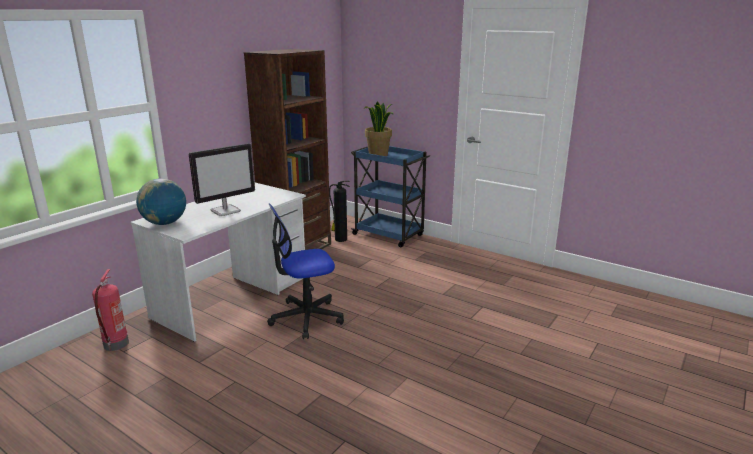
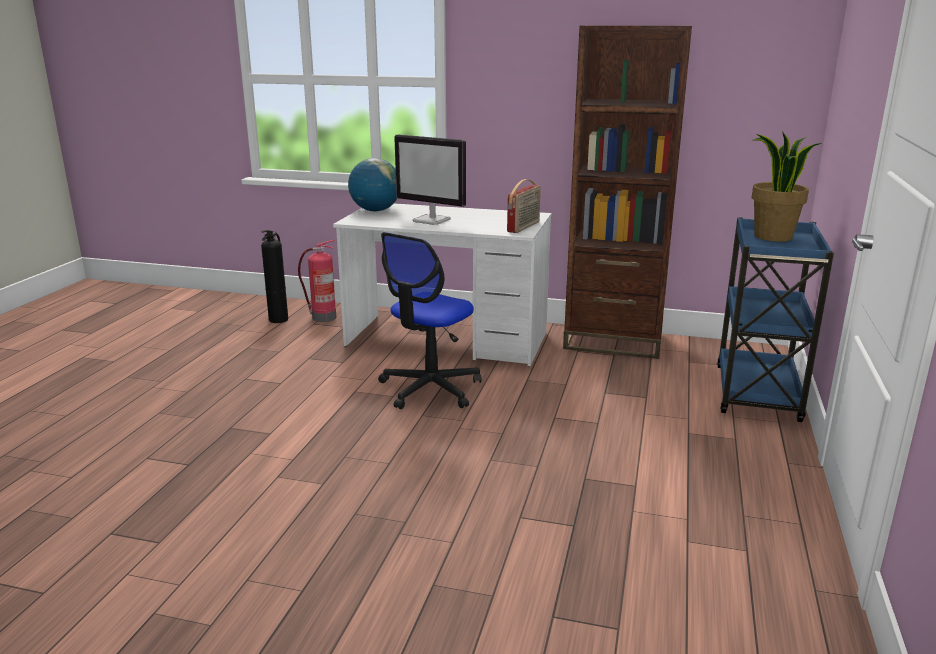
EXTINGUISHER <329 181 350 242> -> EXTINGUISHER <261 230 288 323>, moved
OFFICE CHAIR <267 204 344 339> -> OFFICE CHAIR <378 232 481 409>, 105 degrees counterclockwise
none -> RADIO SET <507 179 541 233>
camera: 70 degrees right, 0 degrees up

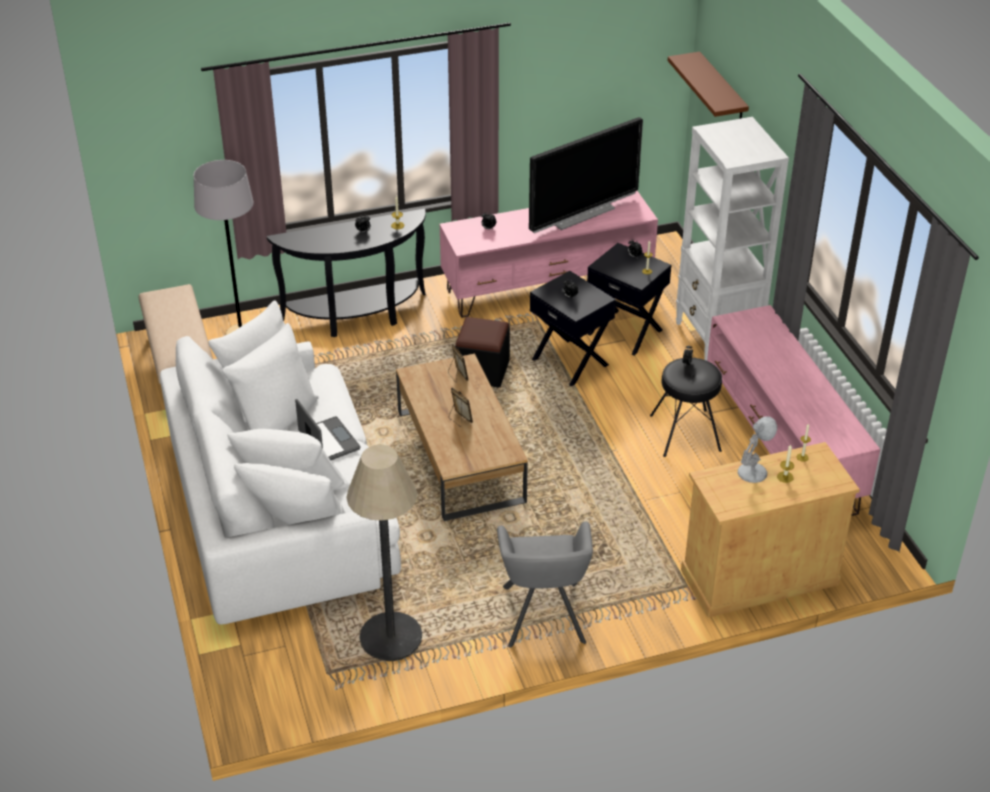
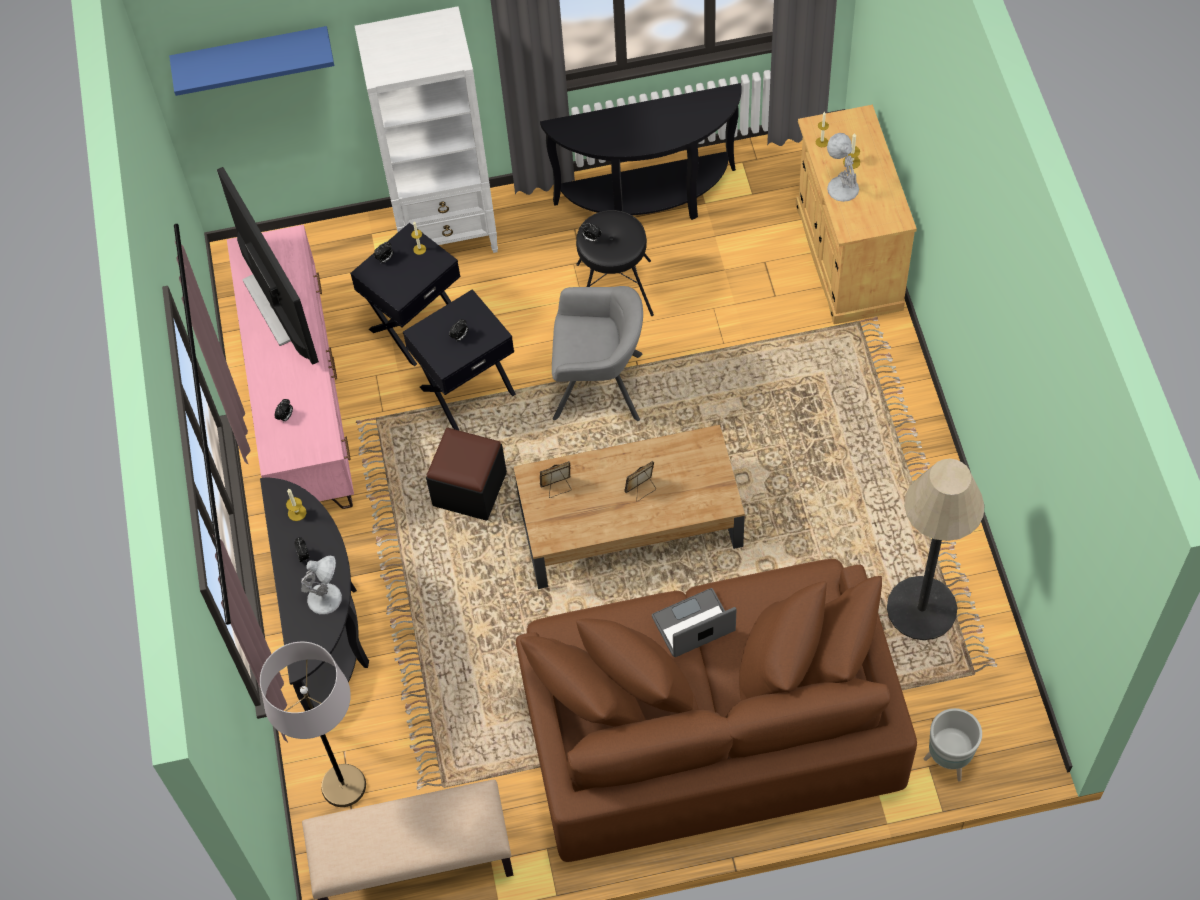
BROWN-COLOURED WALL SHELF <668 51 749 119> -> BLUE WALL SHELF <169 26 334 96>
WHITE COUCH <160 300 401 624> -> BROWN-COLOURED COUCH <516 559 917 862>
PINK TV STAND <707 305 880 516> -> BLACK HALL TABLE <540 83 742 220>
GRAY EASY CHAIR <497 522 593 648> -> GRAY EASY CHAIR <552 286 643 421>, moved
none -> WHITE LAMP FOR A TABLE <301 556 342 615>
none -> GRAY FLOWER POT <924 708 982 782>
camera: 80 degrees left, 20 degrees up

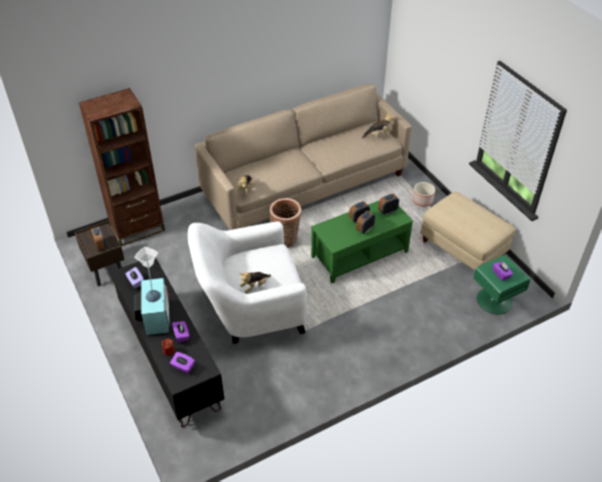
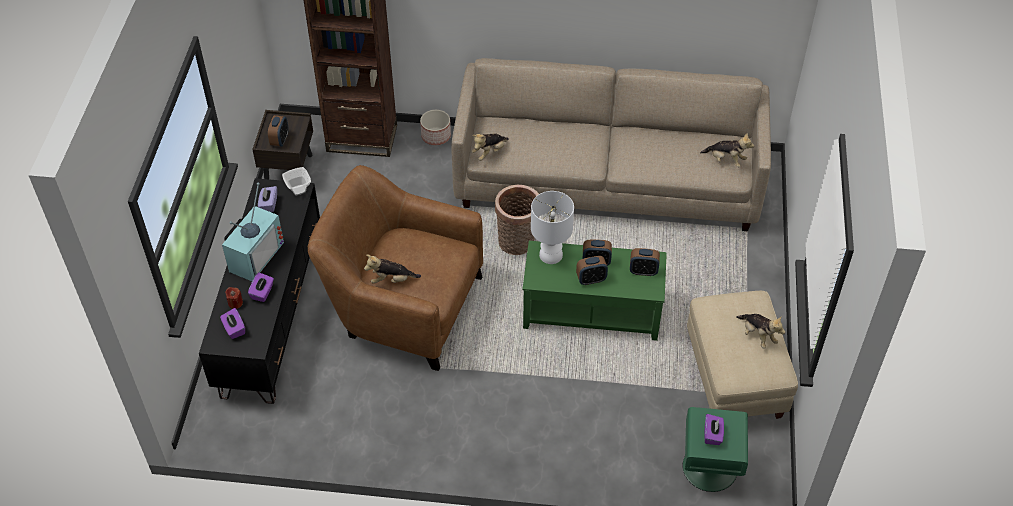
FLOWER POT <413 182 435 207> -> FLOWER POT <420 110 451 145>, moved
WHITE EASY CHAIR <188 221 307 344> -> BROWN-COLOURED EASY CHAIR <308 165 483 371>
none -> WHITE LAMP FOR A TABLE <531 191 574 264>
none -> SOFT TOY <736 314 785 349>
camera: 35 degrees right, 5 degrees up

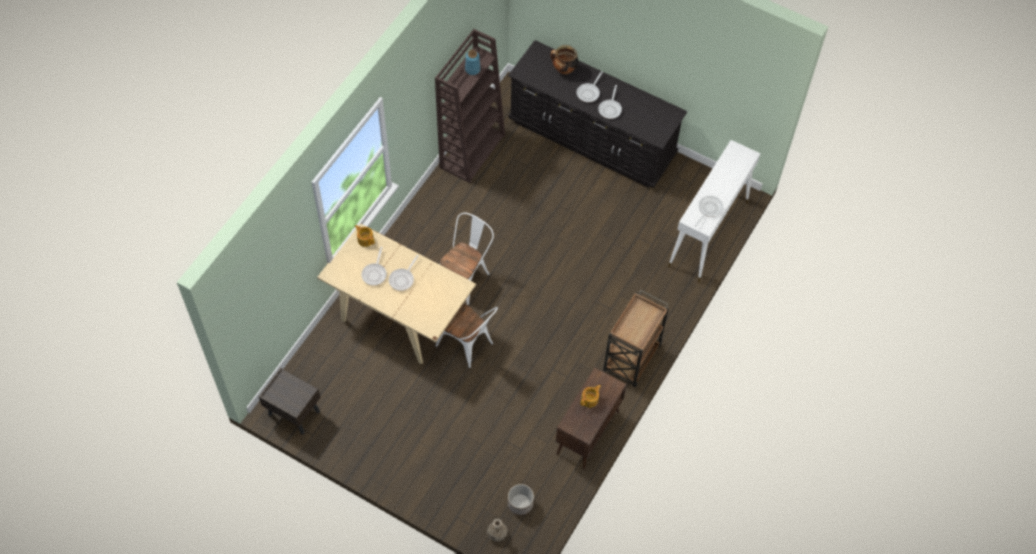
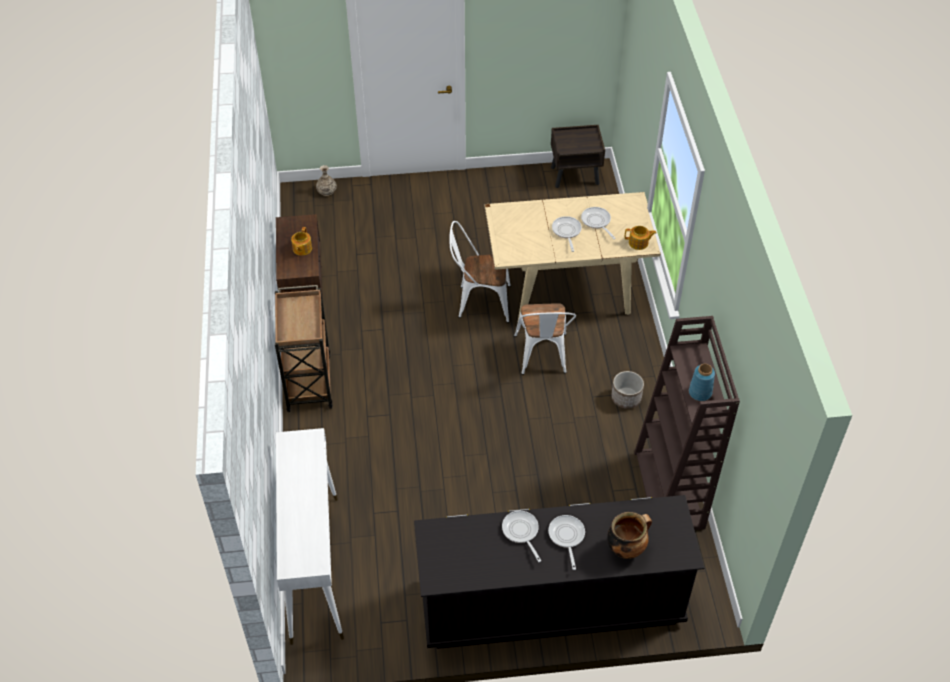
SKILLET <695 196 723 226> -> none
FLOWER POT <508 484 534 515> -> FLOWER POT <611 371 644 409>, moved
camera: 145 degrees right, 10 degrees down

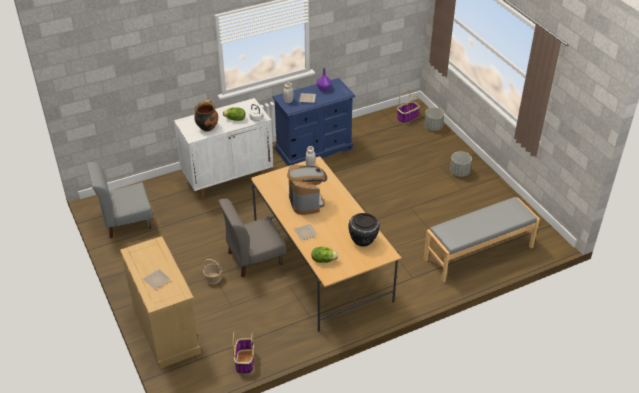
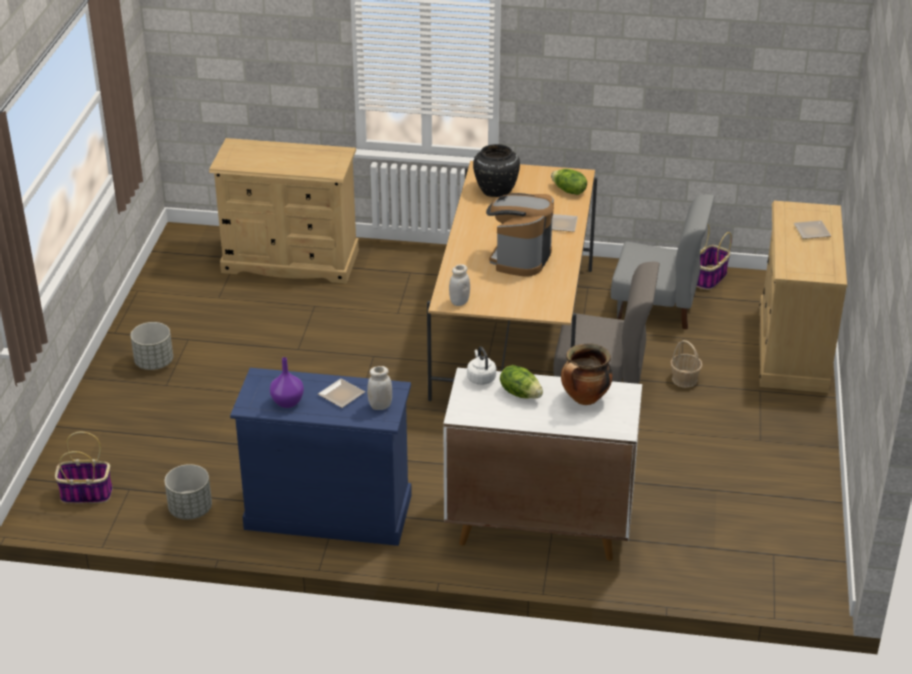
GRAY FLOWER POT <424 107 445 131> -> GRAY FLOWER POT <165 464 212 520>, moved
GRAY PLAIN CHAIR <86 162 153 238> -> GRAY PLAIN CHAIR <611 194 715 329>, moved
GRAY INDOOR BENCH <424 197 540 283> -> SAND-COLOURED CHEST OF DRAWERS <209 138 359 284>
camera: 145 degrees left, 5 degrees down

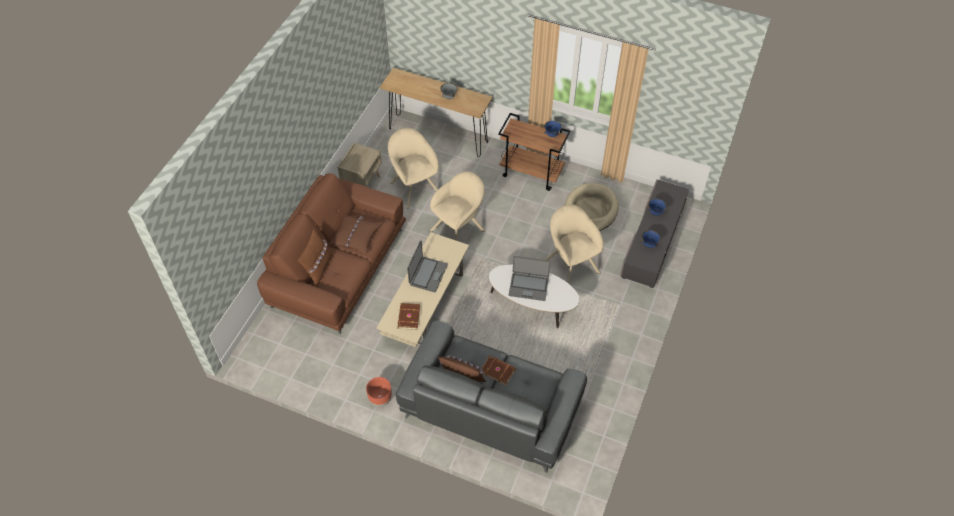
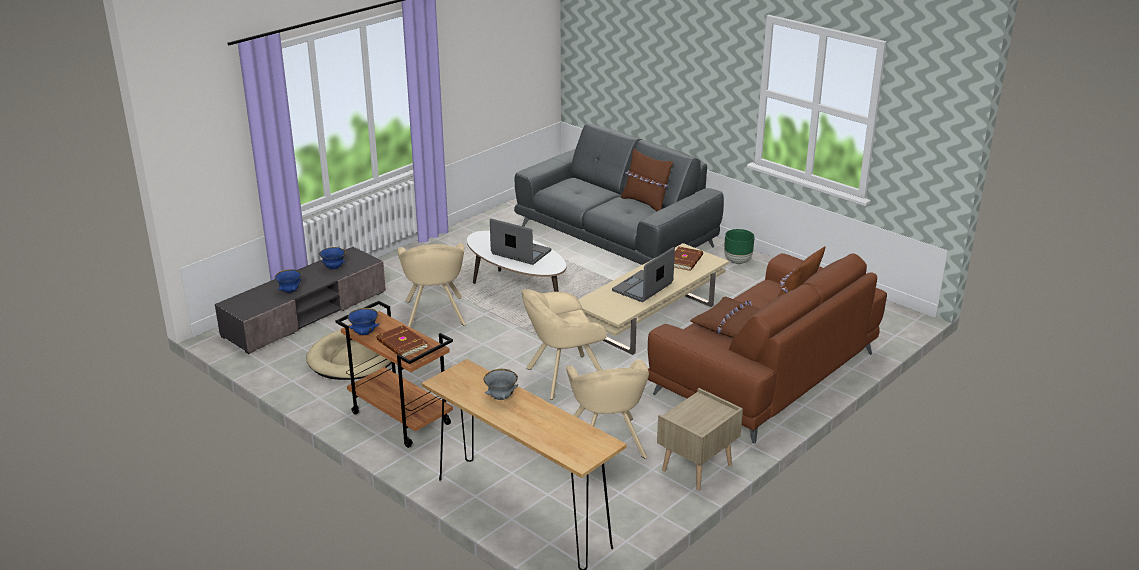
BROWN-COLOURED VOLUME <481 355 516 385> -> BROWN-COLOURED VOLUME <376 325 428 357>, moved
BROWN-COLOURED FLOWER POT <366 377 392 407> -> GREENISH FLOWER POT <724 229 755 264>
camera: 160 degrees left, 25 degrees down

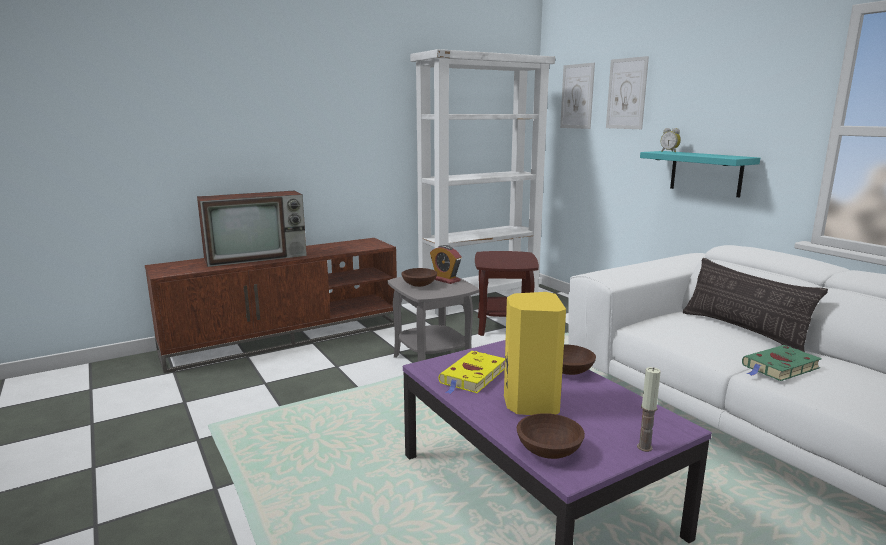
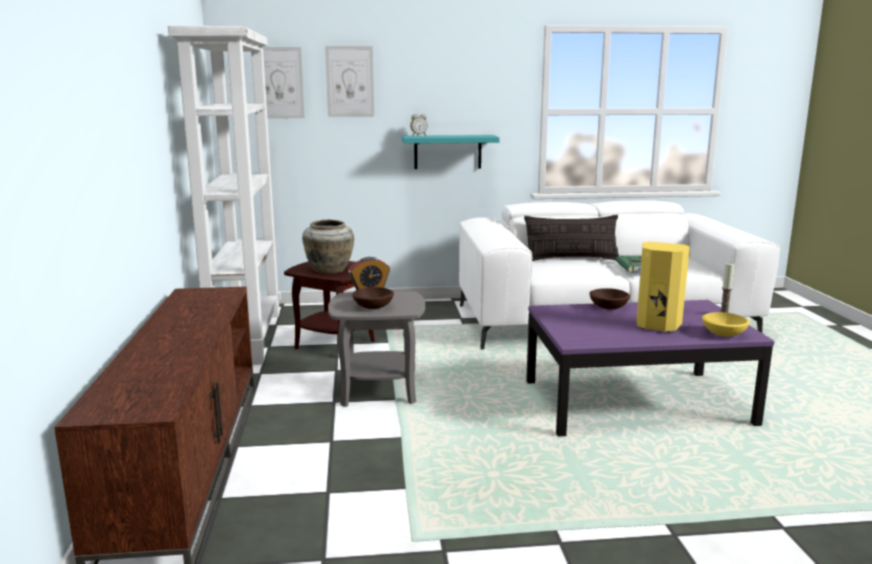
TV SET <197 191 307 267> -> none
YELLOW VOLUME <439 351 505 394> -> none
BROWN-COLOURED DEEP DISH <517 413 585 459> -> YELLOW DEEP DISH <702 312 750 337>
none -> SAND-COLOURED FLOWER VASE <302 220 354 274>
camera: 65 degrees left, 0 degrees up

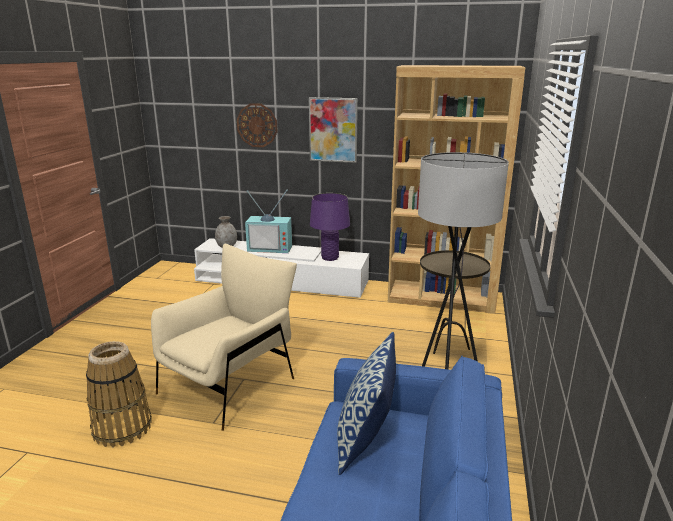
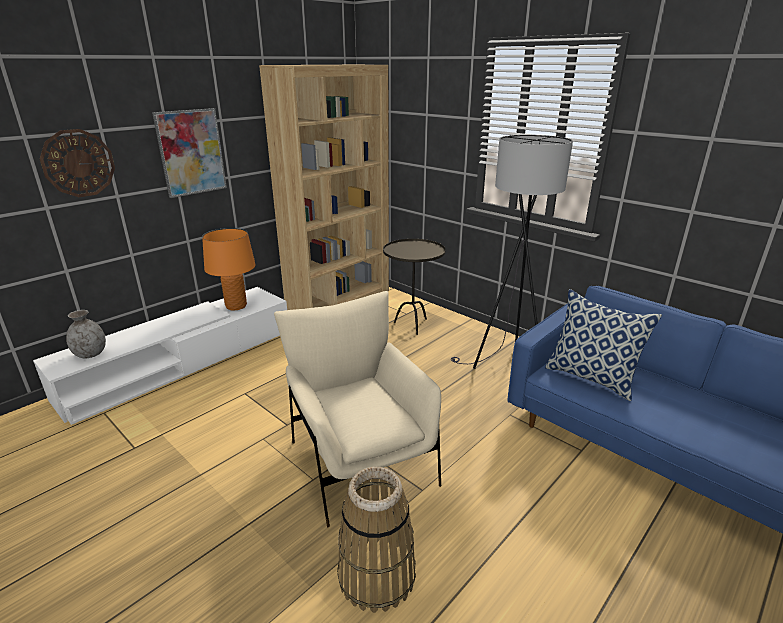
TV SET <245 189 292 253> -> none
PURPLE LAMP FOR A TABLE <310 193 350 261> -> ORANGE LAMP FOR A TABLE <202 228 256 310>
camera: 60 degrees left, 5 degrees up

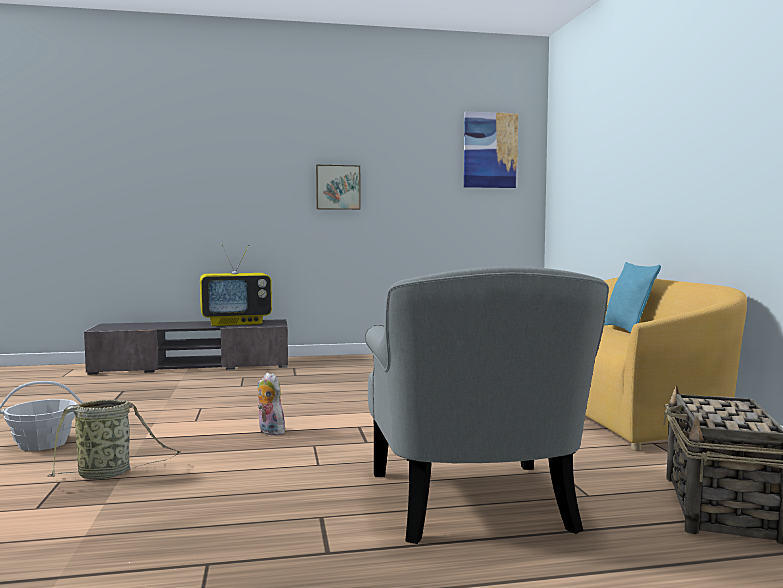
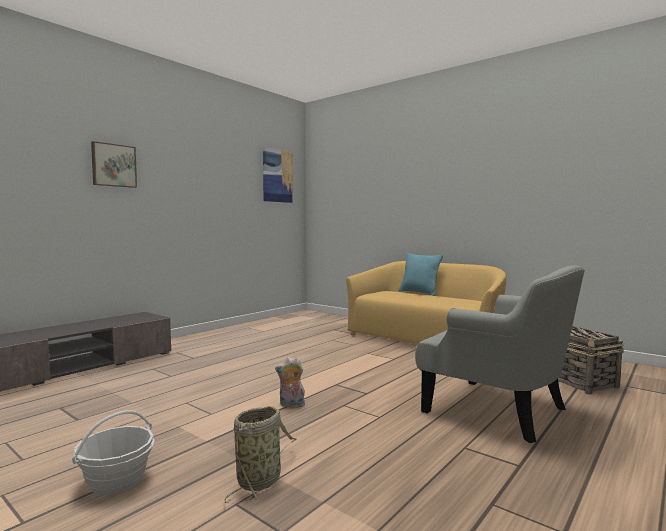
WALL PICTURE <316 165 361 210> -> WALL PICTURE <91 141 137 188>, moved
TV SET <200 244 272 326> -> none
camera: 40 degrees left, 0 degrees up

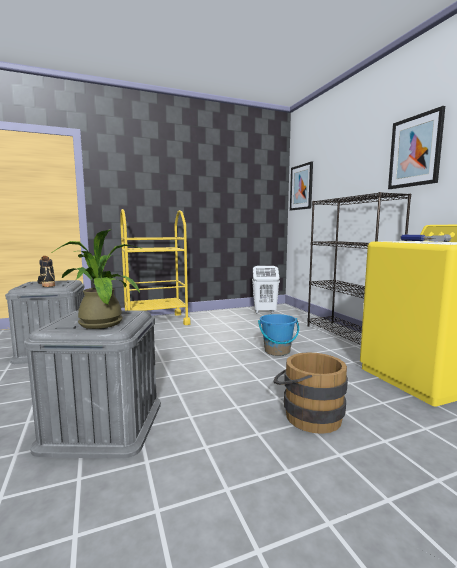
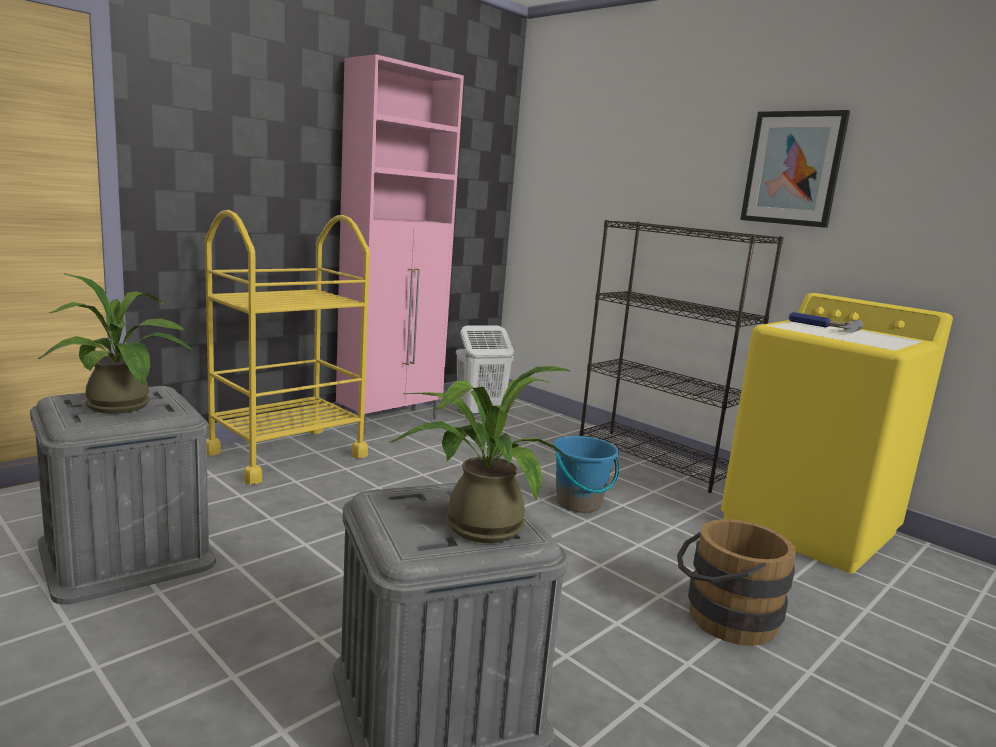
WALL PICTURE <290 161 313 210> -> none
BLACK BOOT <38 256 55 287> -> HOUSEPLANT <38 273 195 414>
none -> PINK STORAGE CABINET <336 54 464 435>
camera: 25 degrees left, 5 degrees up

